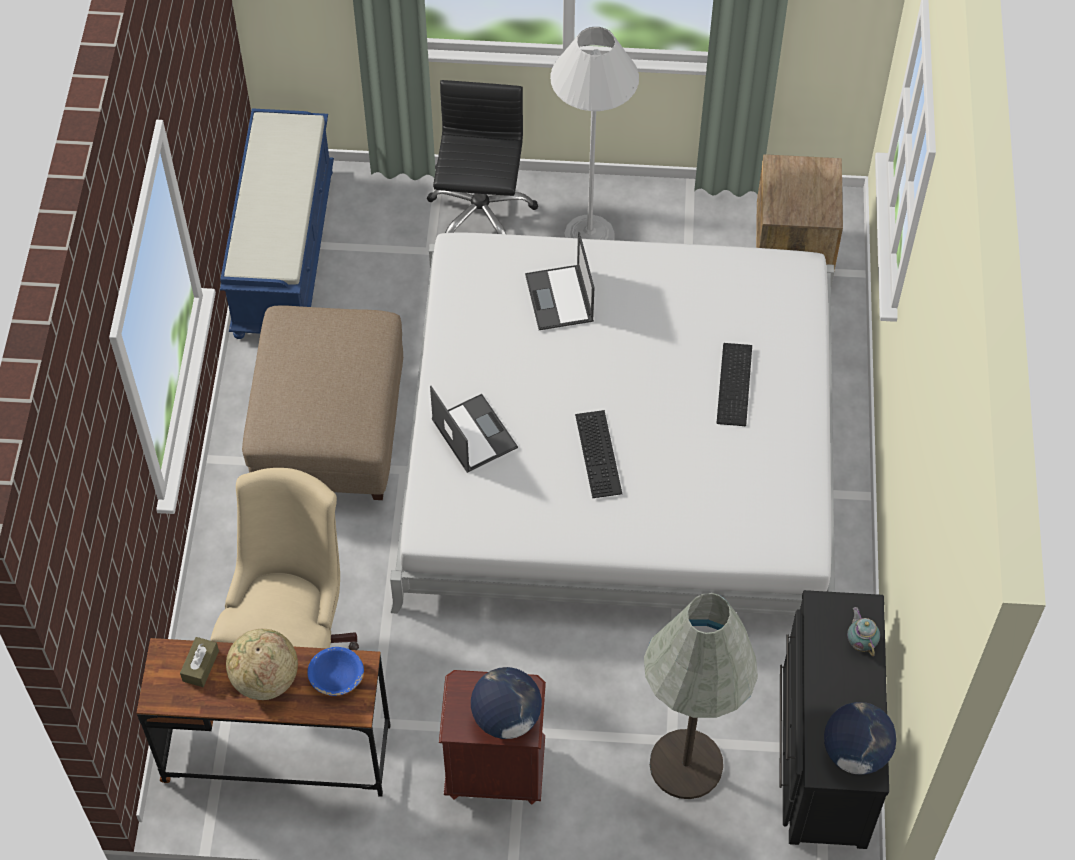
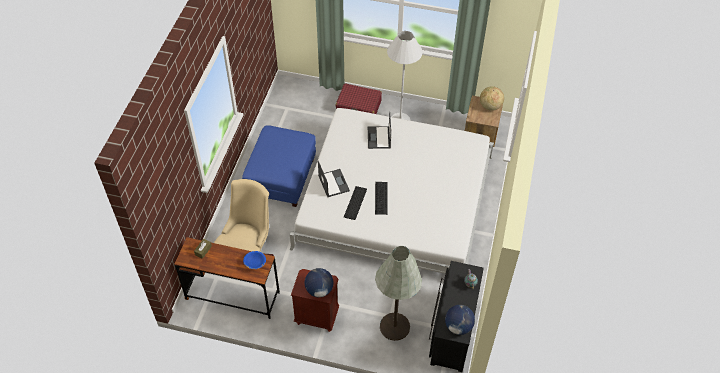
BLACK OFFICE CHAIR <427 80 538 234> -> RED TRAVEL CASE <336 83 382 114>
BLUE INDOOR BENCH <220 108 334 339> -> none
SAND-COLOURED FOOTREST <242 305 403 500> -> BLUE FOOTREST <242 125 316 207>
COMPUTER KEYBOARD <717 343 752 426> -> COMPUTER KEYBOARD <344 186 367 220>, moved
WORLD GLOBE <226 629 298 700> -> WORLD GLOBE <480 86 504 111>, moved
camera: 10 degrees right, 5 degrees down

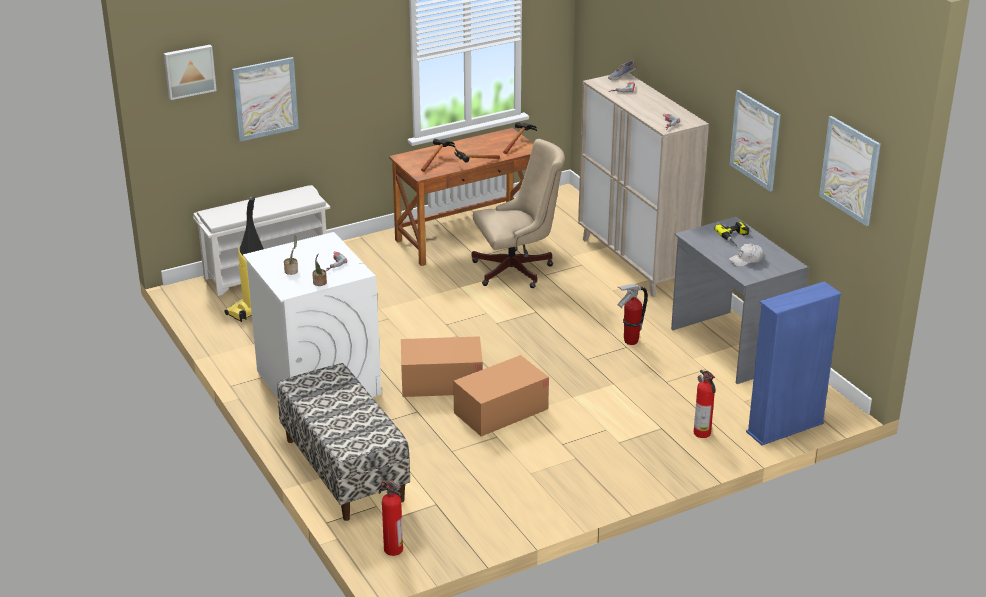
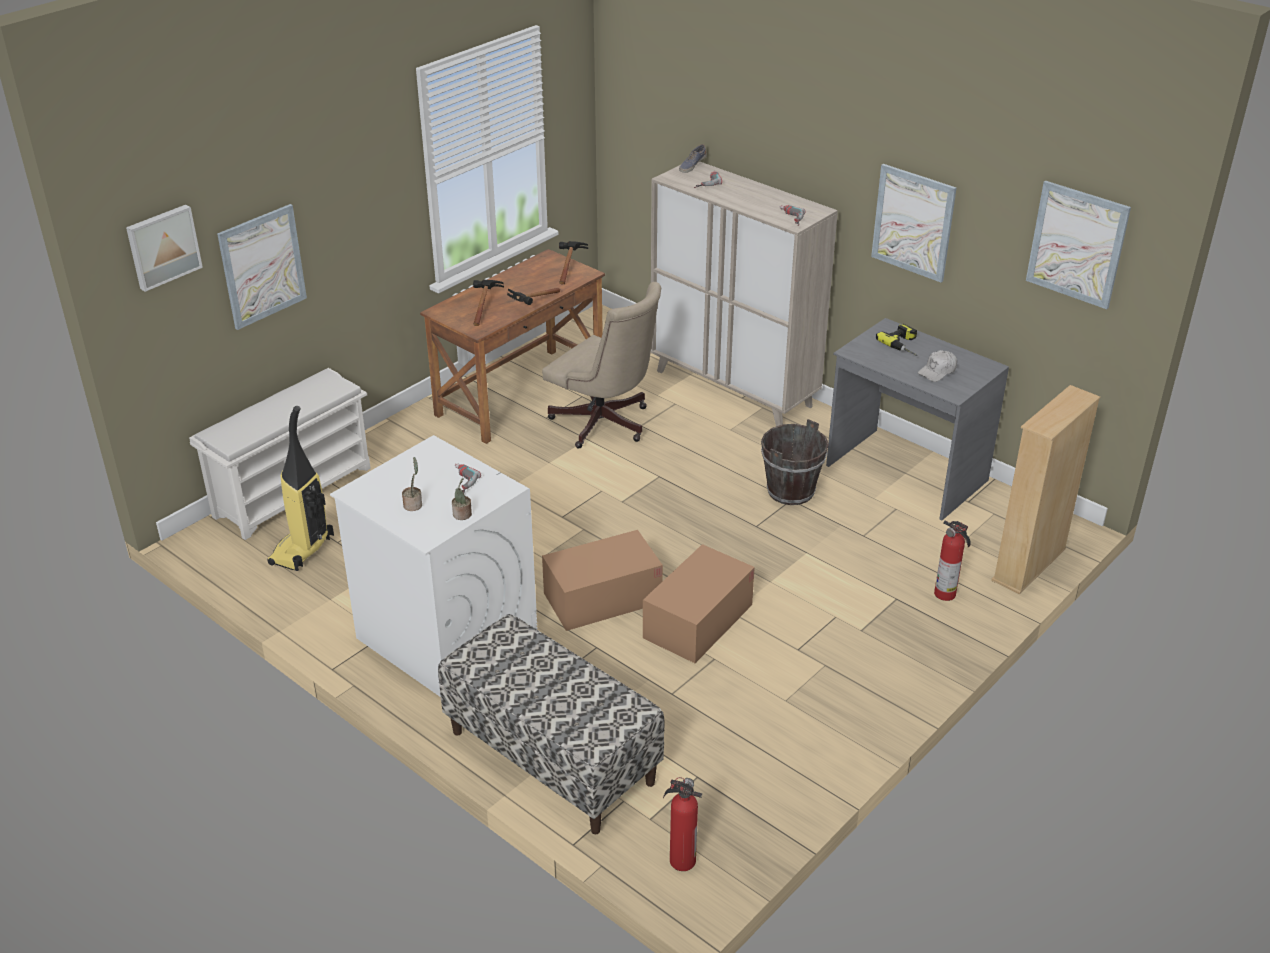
SAND-COLOURED OFFICE CHAIR <471 139 565 288> -> SAND-COLOURED OFFICE CHAIR <542 282 661 449>, 75 degrees clockwise
BLUE BOOKCASE <746 281 842 445> -> SAND-COLOURED BOOKCASE <991 385 1100 594>
EXTINGUISHER <618 284 648 345> -> BROWN-COLOURED PAIL <761 419 829 505>
camera: 20 degrees left, 5 degrees up

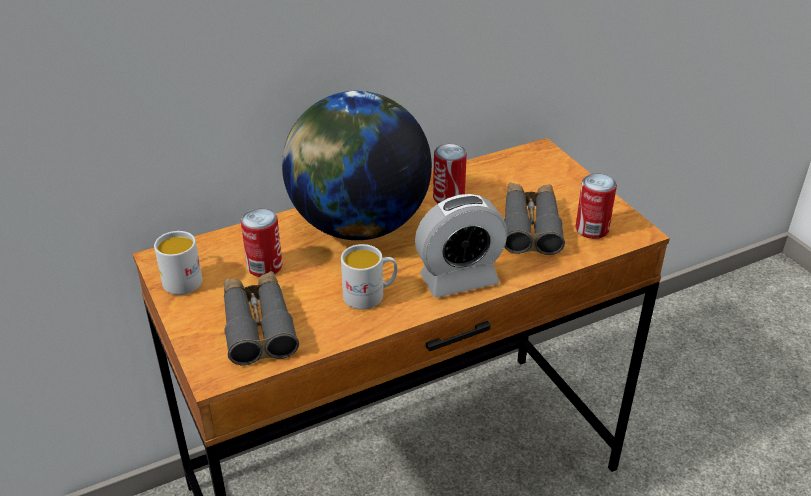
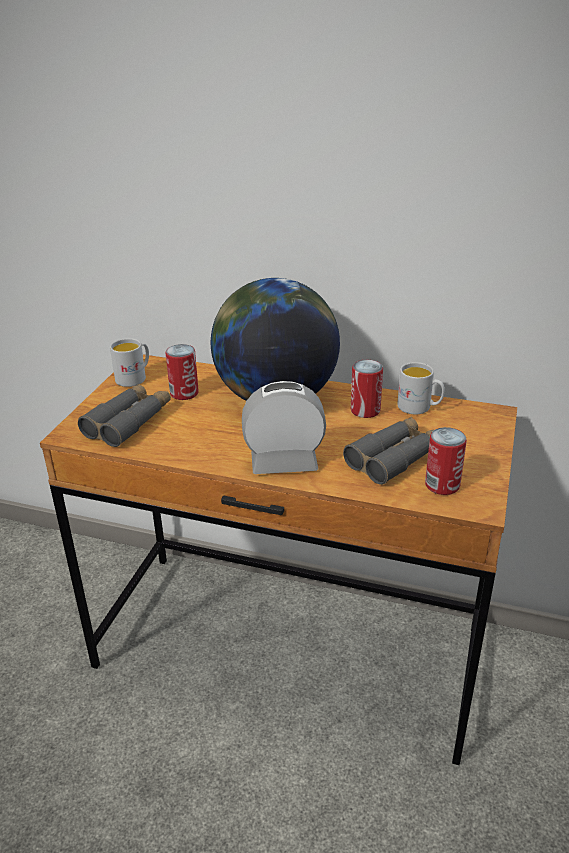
TABLE CLOCK <415 194 507 298> -> TABLE CLOCK <242 381 326 474>, 150 degrees clockwise
WHITE COFFEE MUG <341 244 398 310> -> WHITE COFFEE MUG <397 362 445 414>, moved
camera: 45 degrees right, 5 degrees down

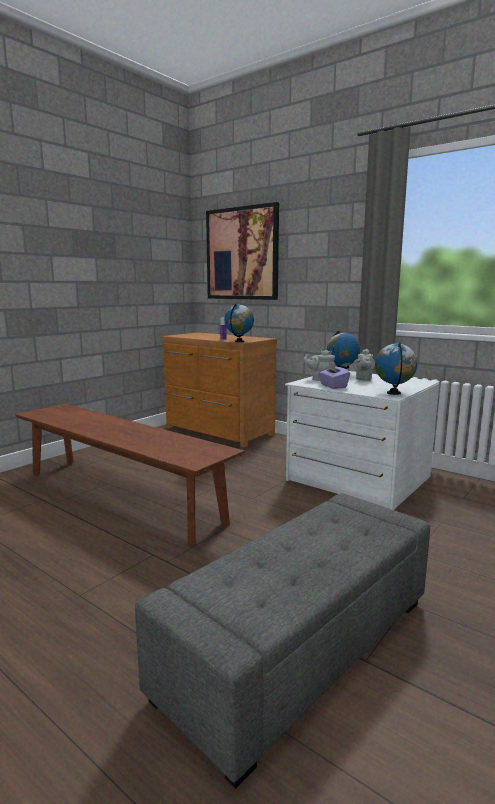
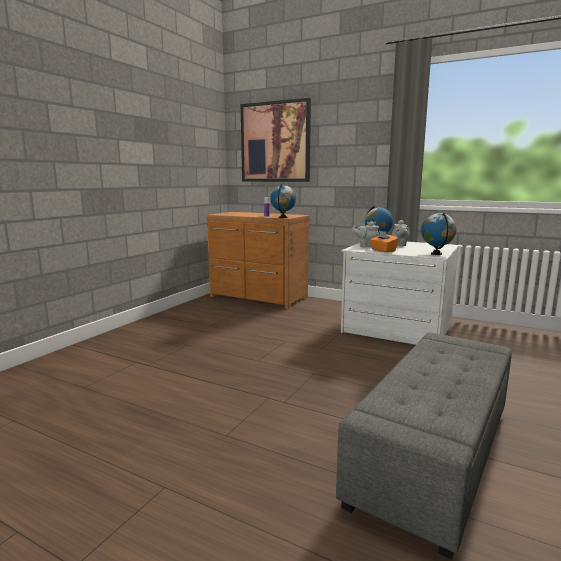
PURPLE BOX OF TISSUES <318 362 350 389> -> ORANGE BOX OF TISSUES <370 231 399 252>
BROWN-COLOURED INDOOR BENCH <15 404 245 545> -> none
camera: 10 degrees left, 0 degrees up

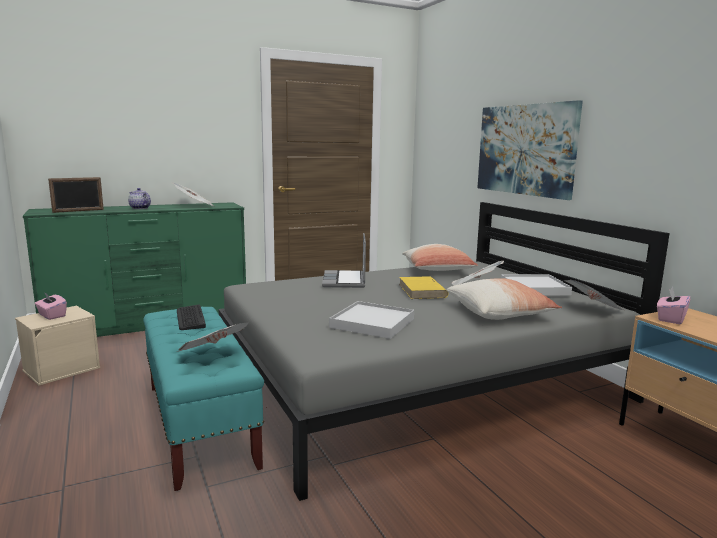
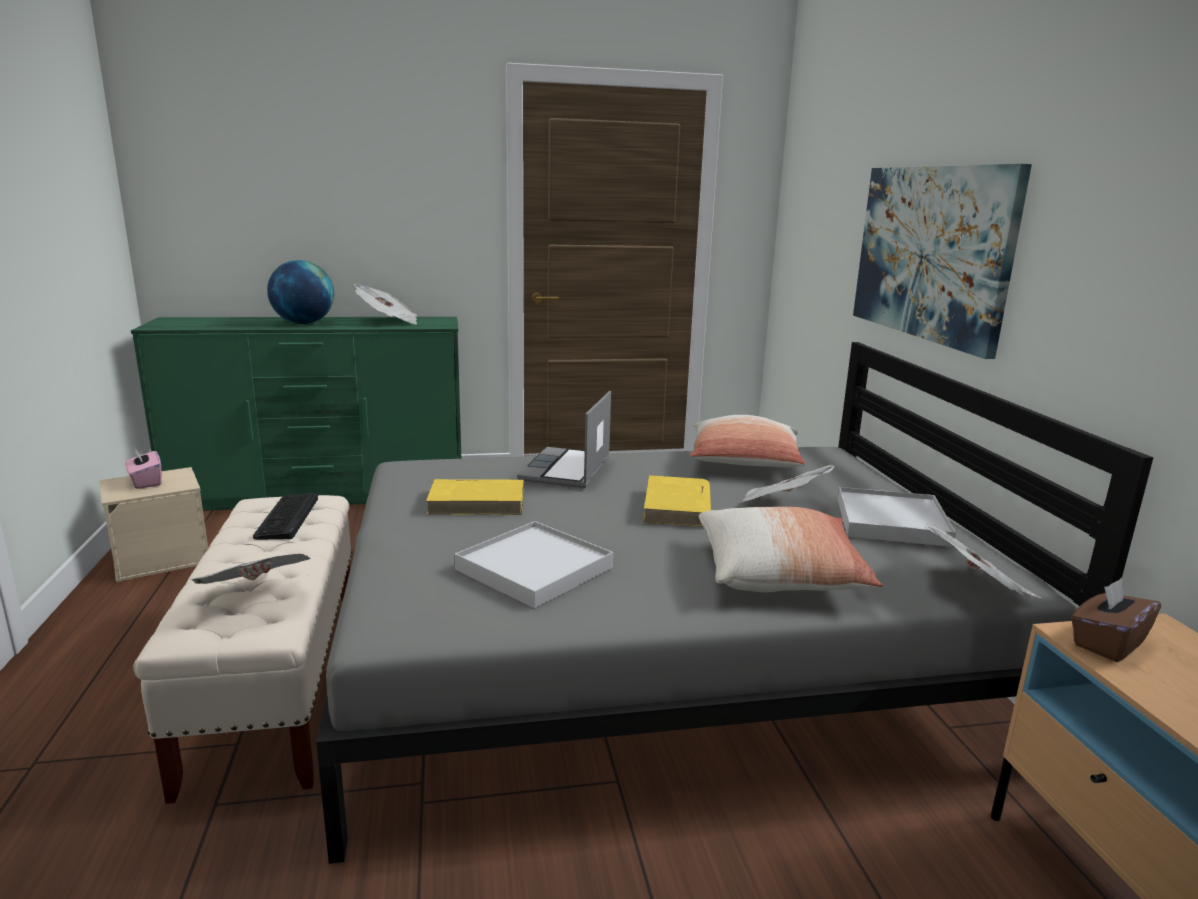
PHOTO FRAME <48 177 104 213> -> none
POT FOR TEA <128 188 151 209> -> WORLD GLOBE <267 260 334 324>
PINK BOX OF TISSUES <657 287 691 324> -> BROWN-COLOURED BOX OF TISSUES <1071 578 1161 662>
BLUE-GREEN INDOOR BENCH <143 307 264 491> -> SAND-COLOURED INDOOR BENCH <133 495 352 804>
none -> YELLOW VOLUME <426 479 524 515>
camera: 15 degrees right, 5 degrees up

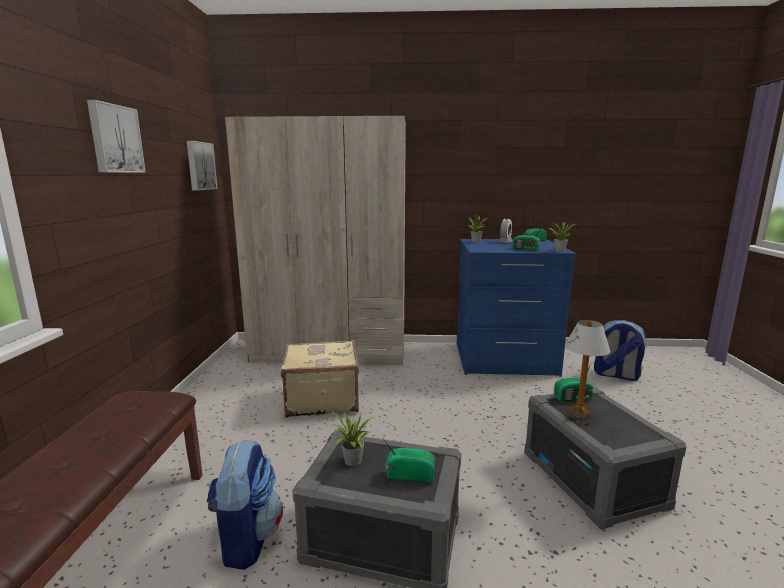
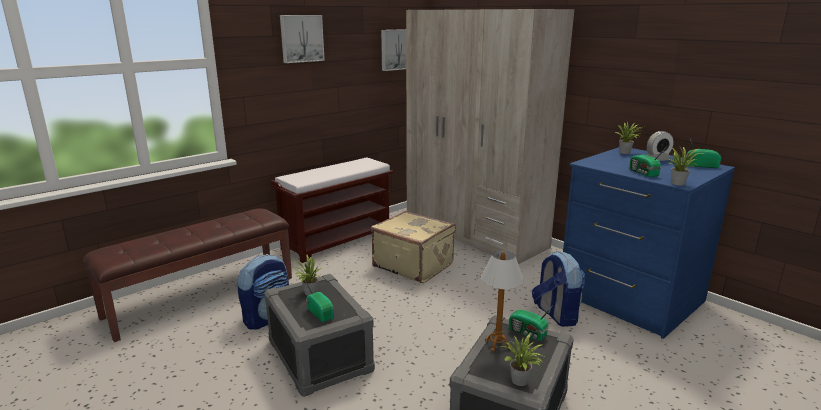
BACKPACK <594 320 646 381> -> BACKPACK <532 251 585 327>, moved
none -> BROWN-COLOURED INDOOR BENCH <271 157 394 263>
none -> HOUSEPLANT <500 334 544 386>
camera: 45 degrees right, 5 degrees up

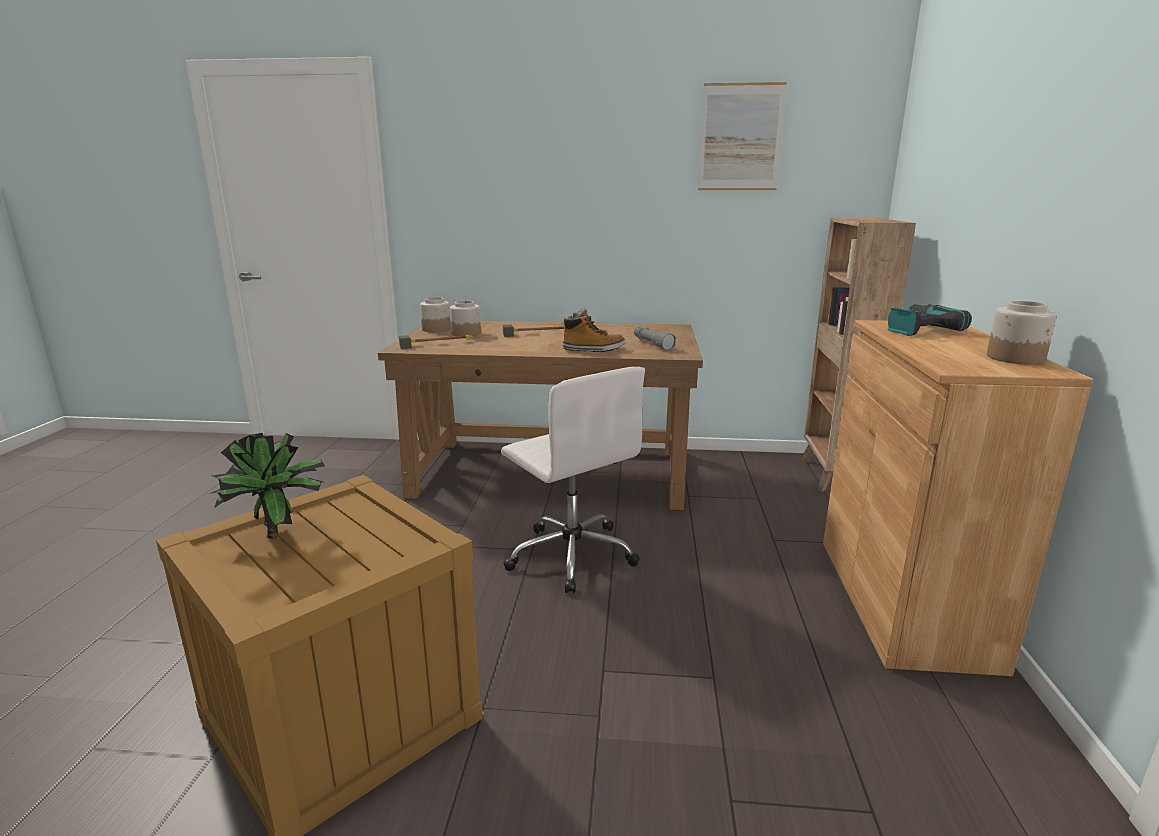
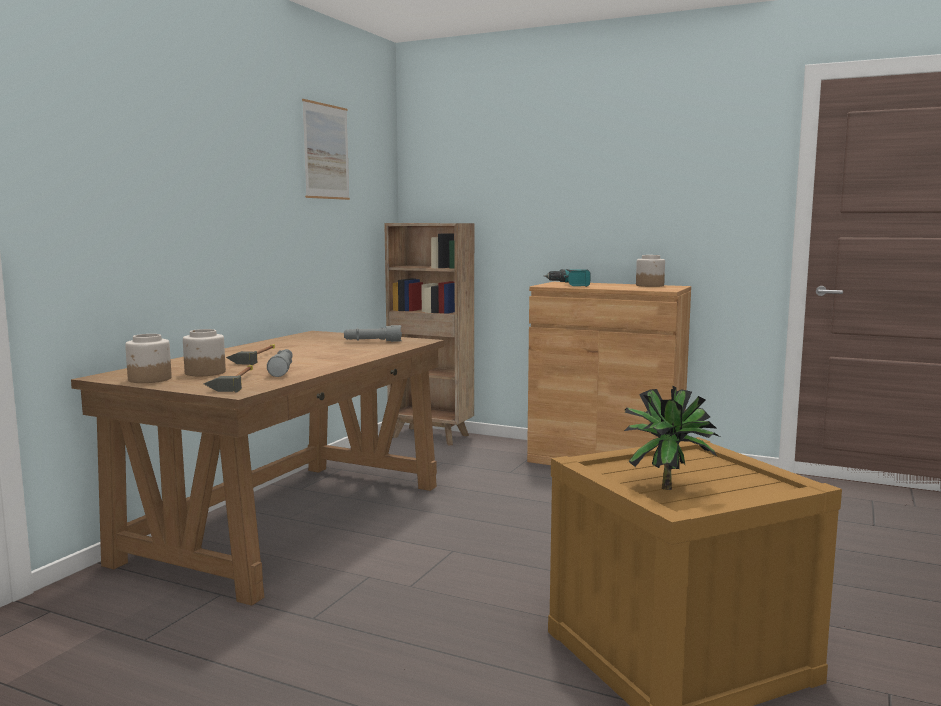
BOOT <561 308 625 352> -> none
WHITE OFFICE CHAIR <501 367 645 593> -> none
none -> GRAY FLASHLIGHT <267 349 293 377>
camera: 70 degrees left, 10 degrees down

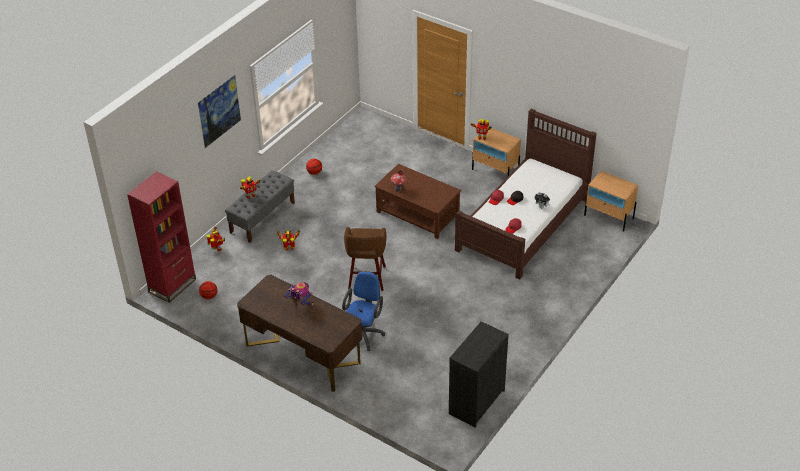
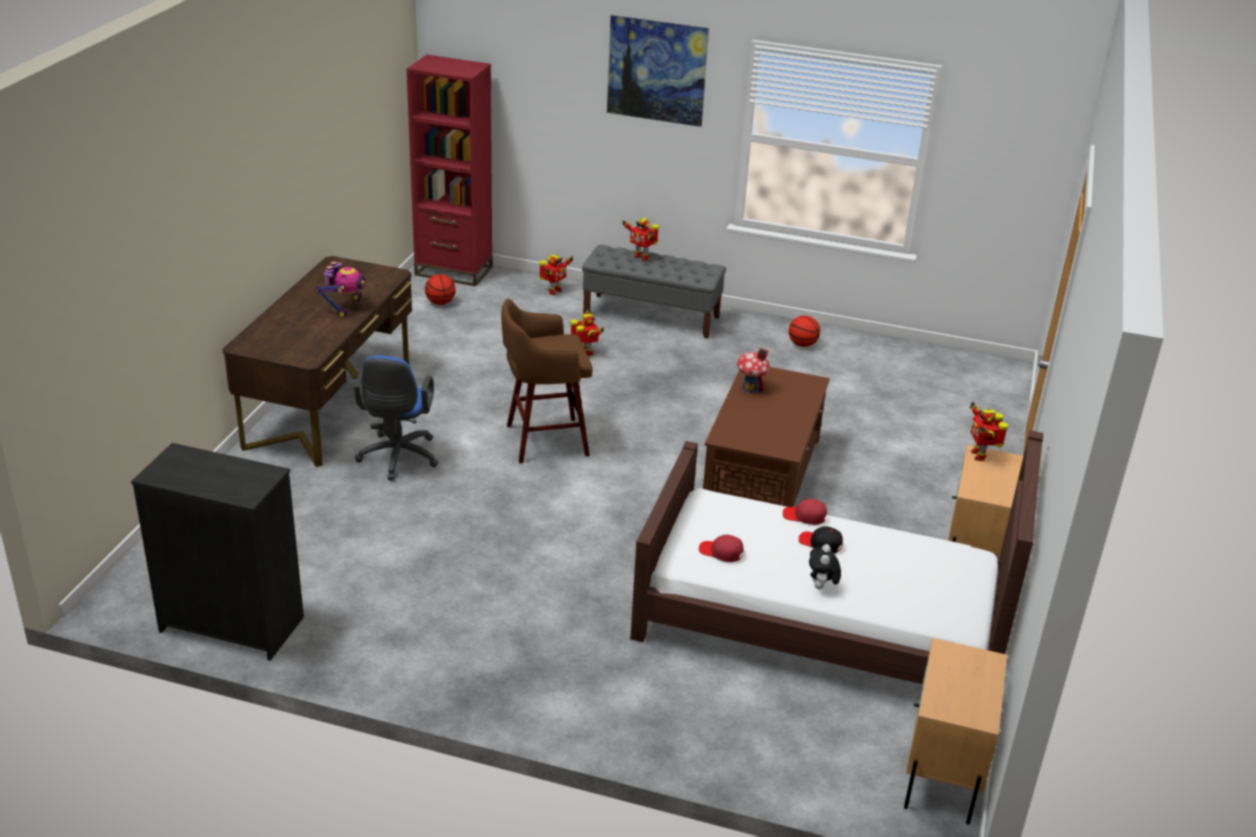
BLUE OFFICE CHAIR <342 271 385 351> -> BLUE OFFICE CHAIR <354 355 439 481>, 90 degrees clockwise
camera: 70 degrees right, 10 degrees down

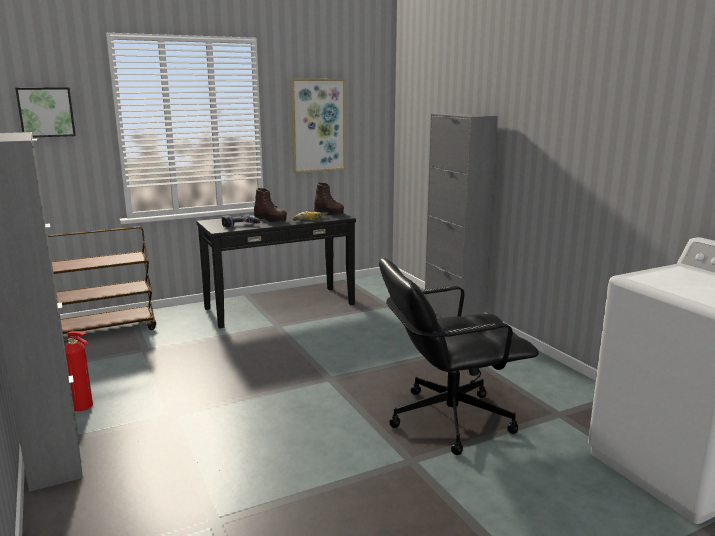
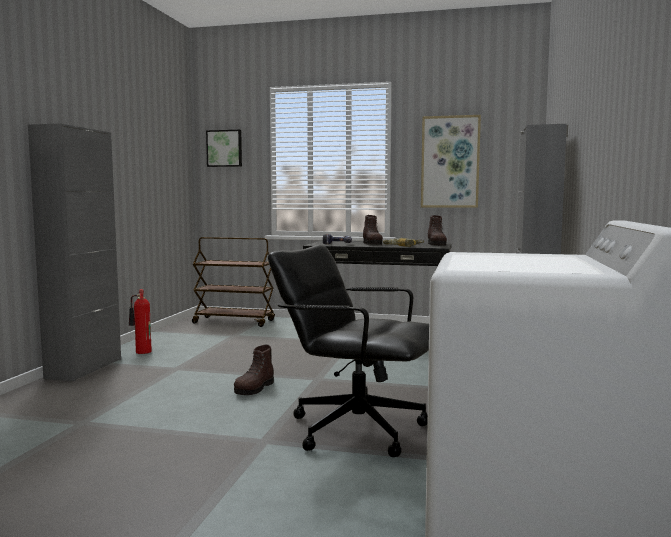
none -> BROWN-COLOURED BOOT <234 344 274 395>
camera: 40 degrees right, 10 degrees down

